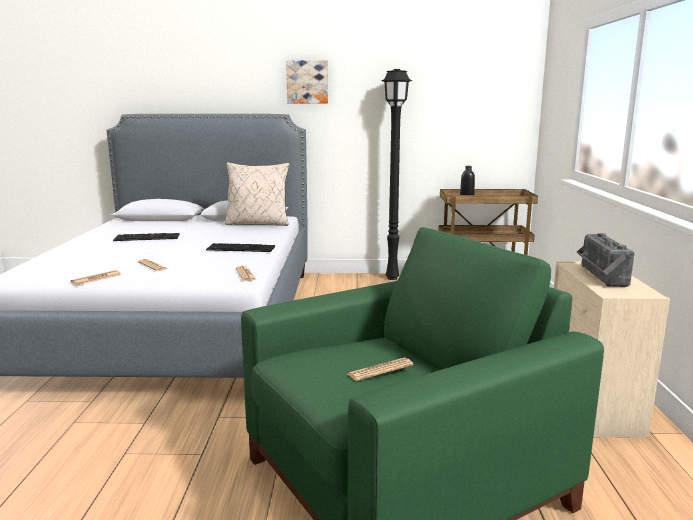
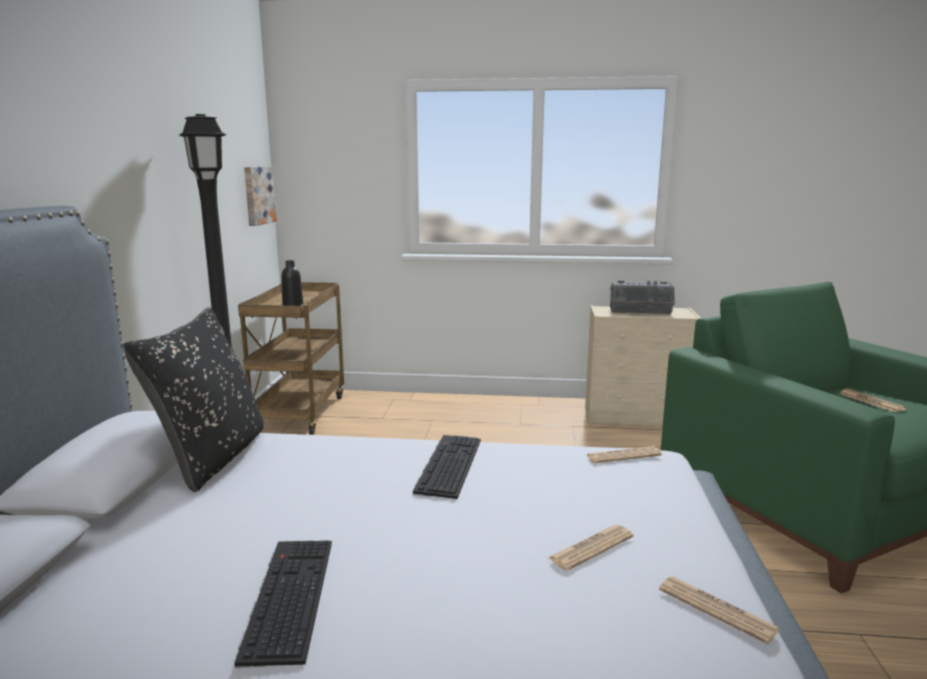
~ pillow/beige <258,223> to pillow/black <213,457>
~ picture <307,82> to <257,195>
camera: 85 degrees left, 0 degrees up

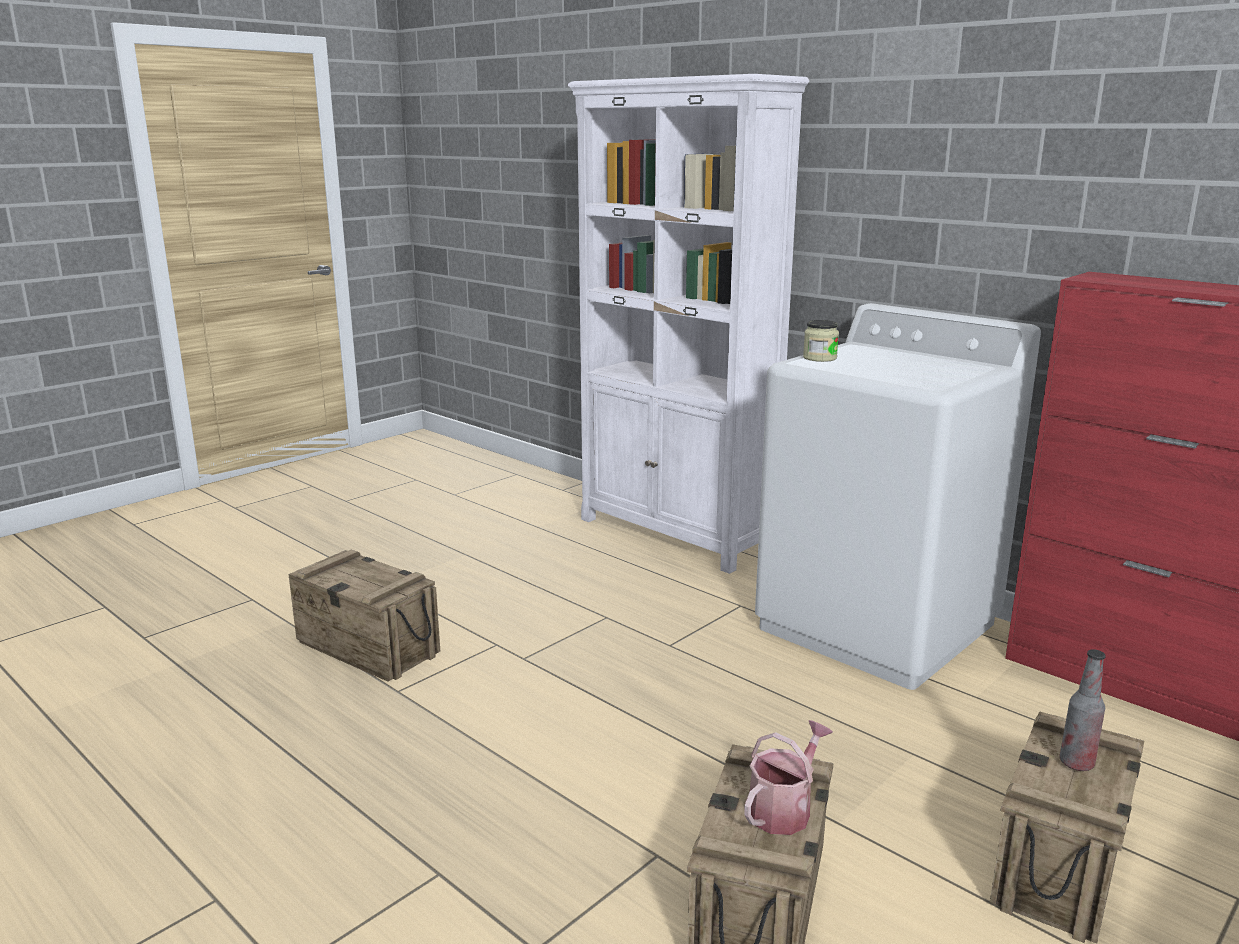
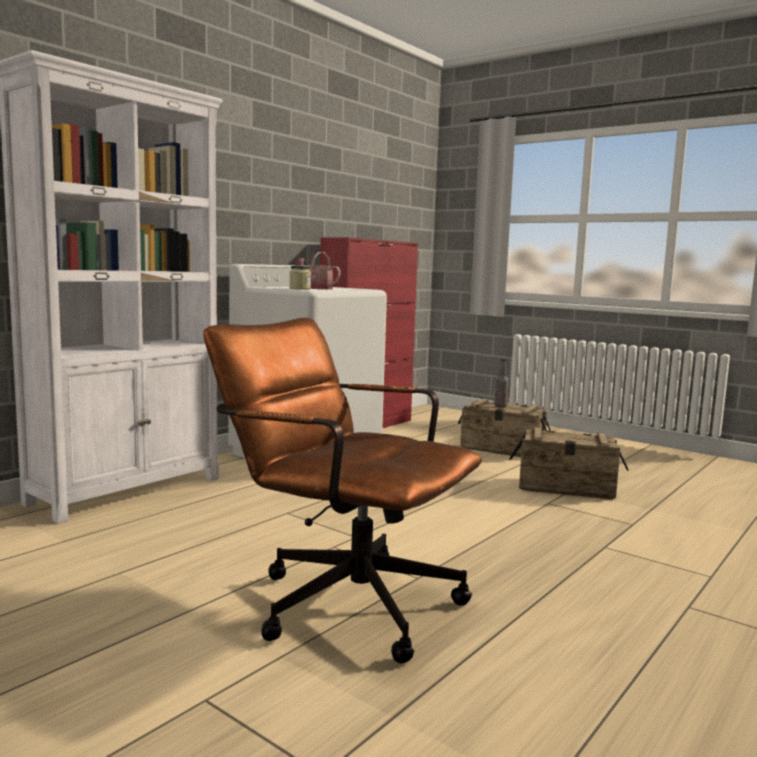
~ crate <368,647> to office chair/brown <342,599>
~ watering can <784,809> to <317,288>
camera: 95 degrees left, 10 degrees down

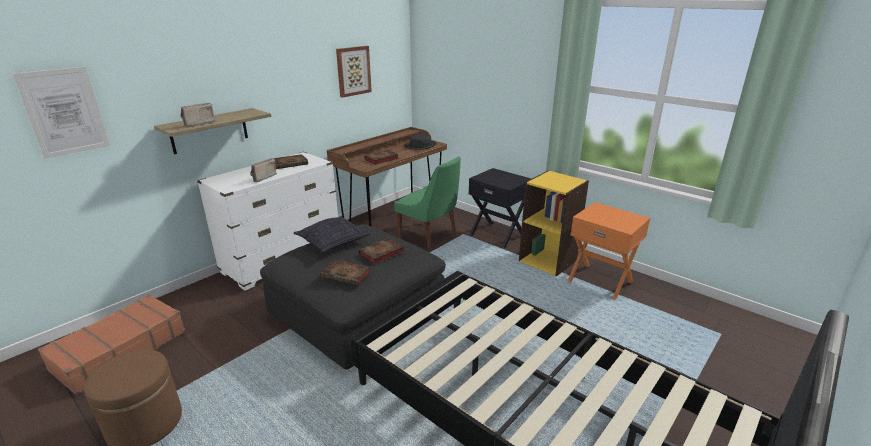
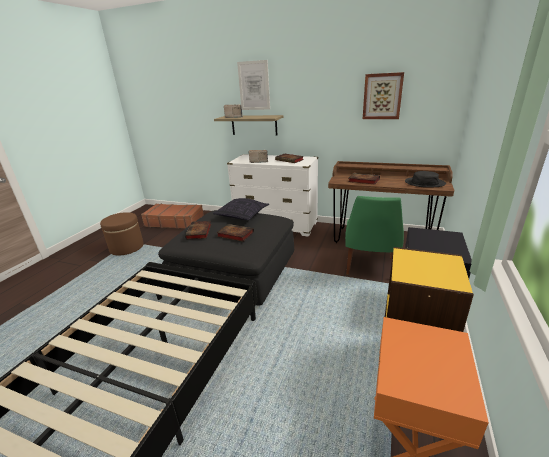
~ picture <64,112> to <254,86>
camera: 70 degrees right, 0 degrees up

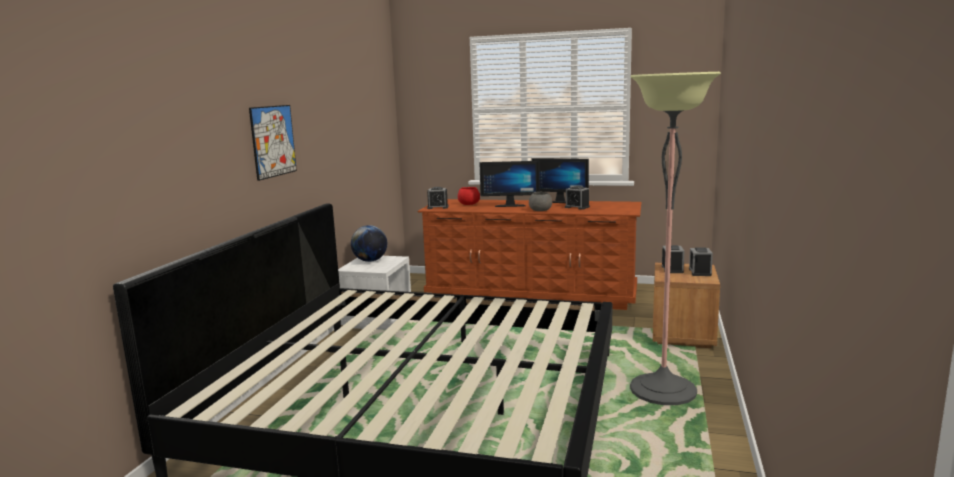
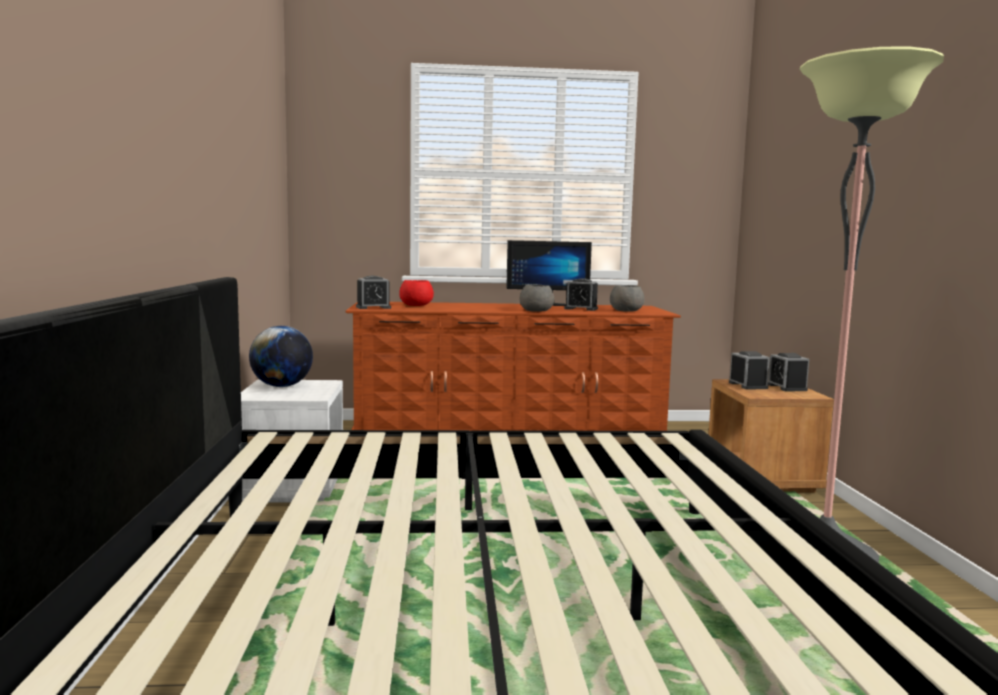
+ bowl/grey <625,311>
- picture <273,141>
- monitor <510,205>
camera: 20 degrees left, 5 degrees down

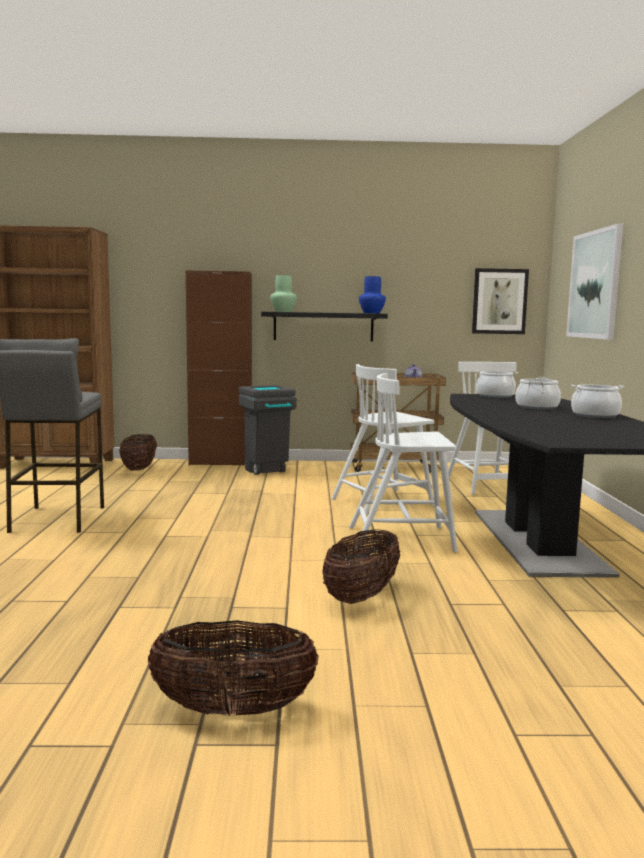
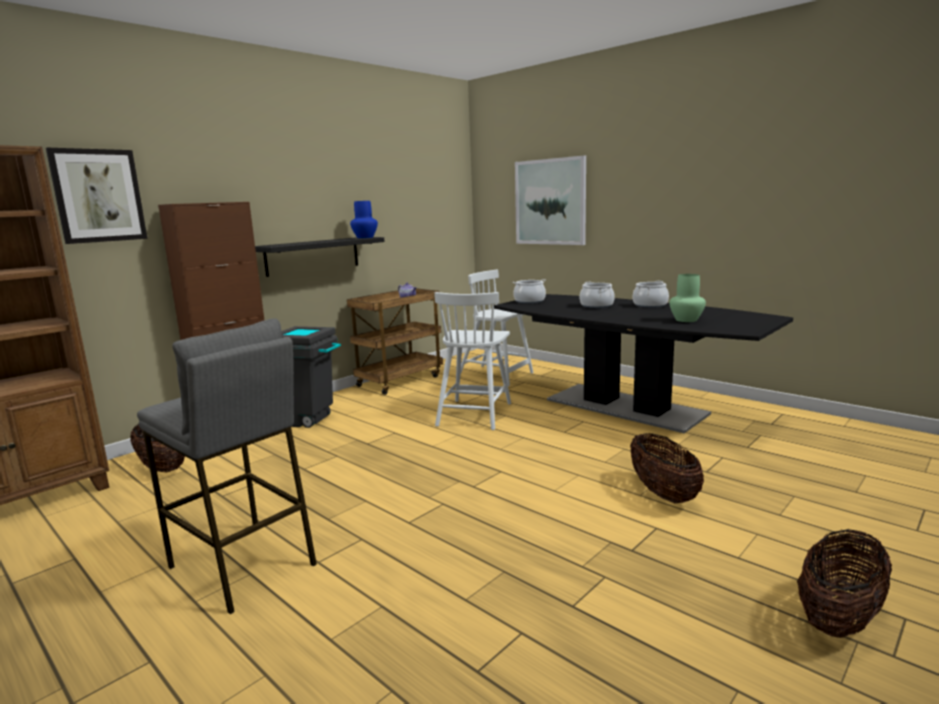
~ picture <499,301> to <98,196>
~ vase/green <283,311> to <685,320>
- chair/white <403,539>
camera: 45 degrees left, 5 degrees up

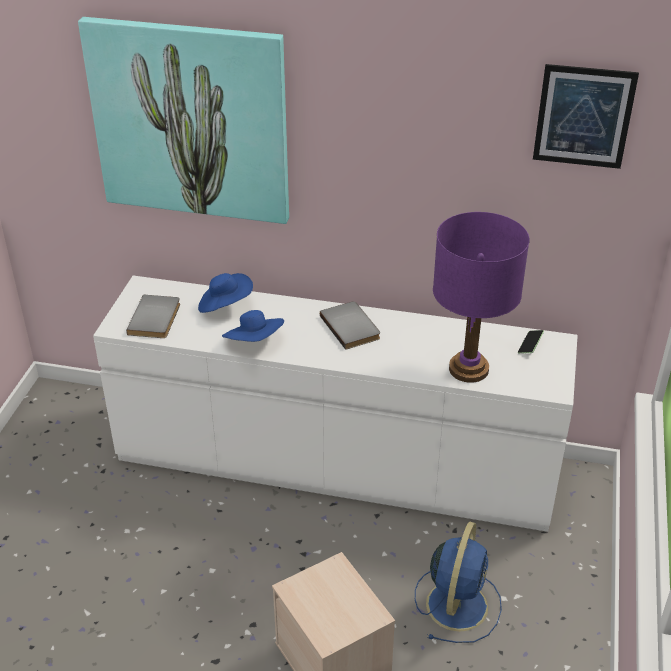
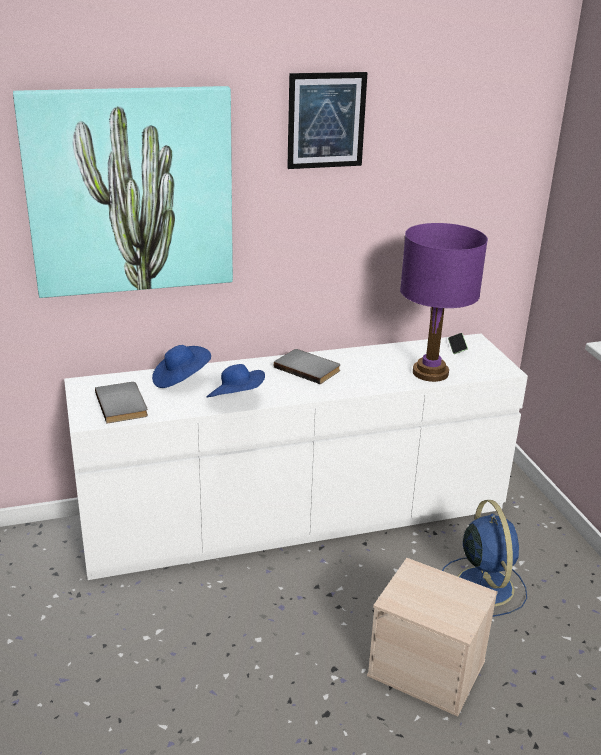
~ picture <583,116> to <326,120>
camera: 30 degrees left, 10 degrees down

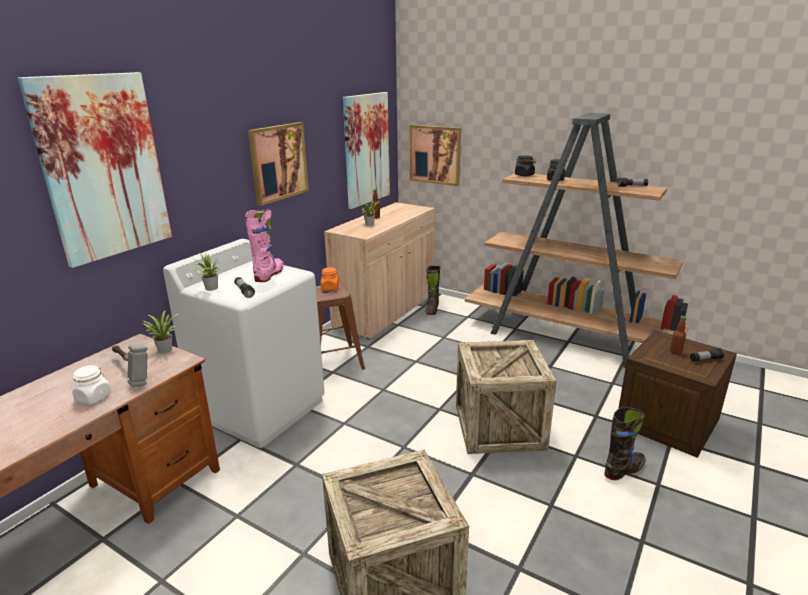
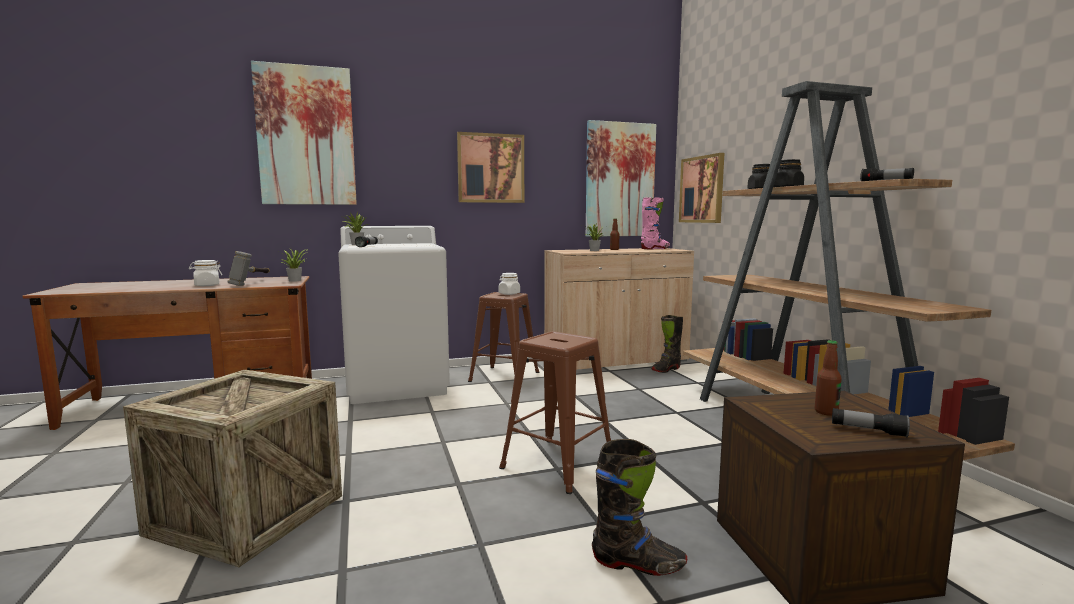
~ jar/orange <330,288> to jar/white <509,294>
~ crate <499,426> to stool/brown <559,464>
~ boot/pink <269,275> to <655,249>
camera: 40 degrees right, 15 degrees down

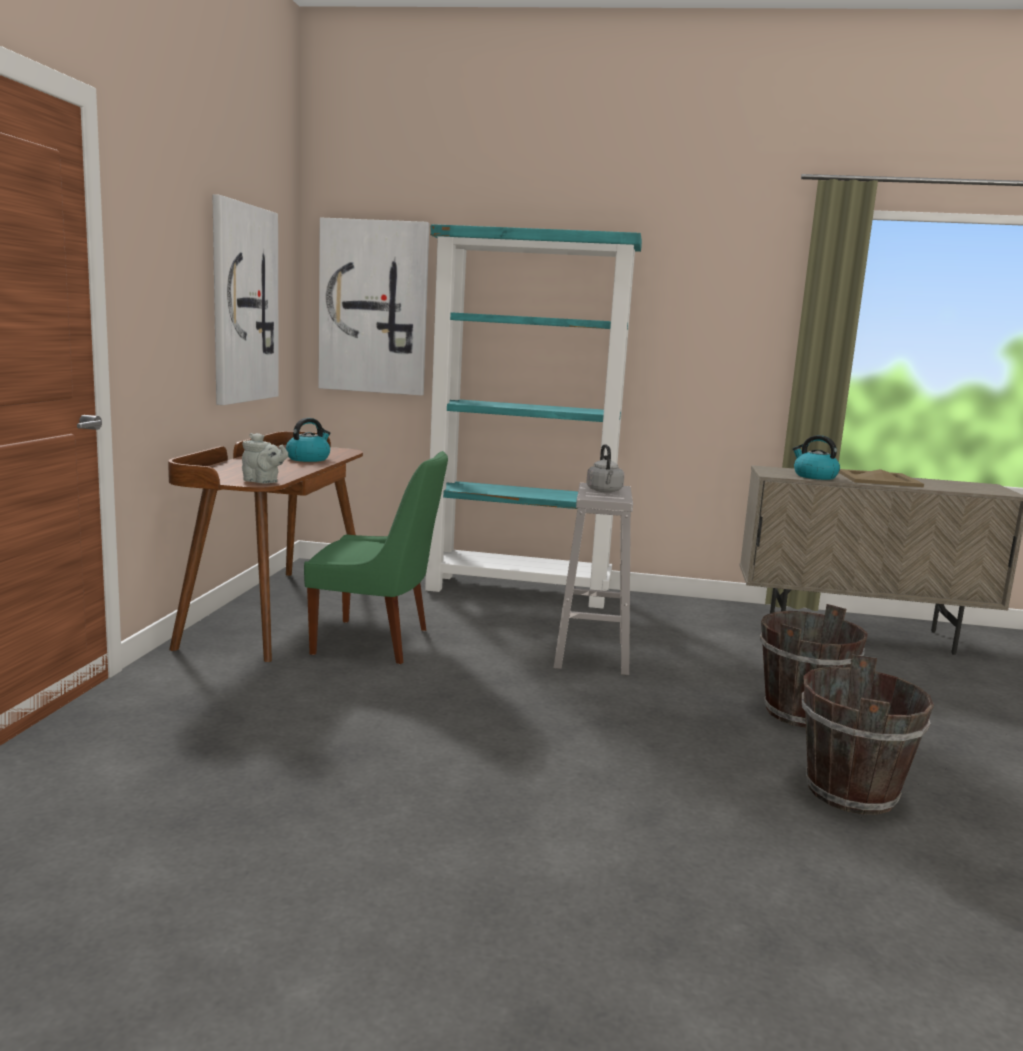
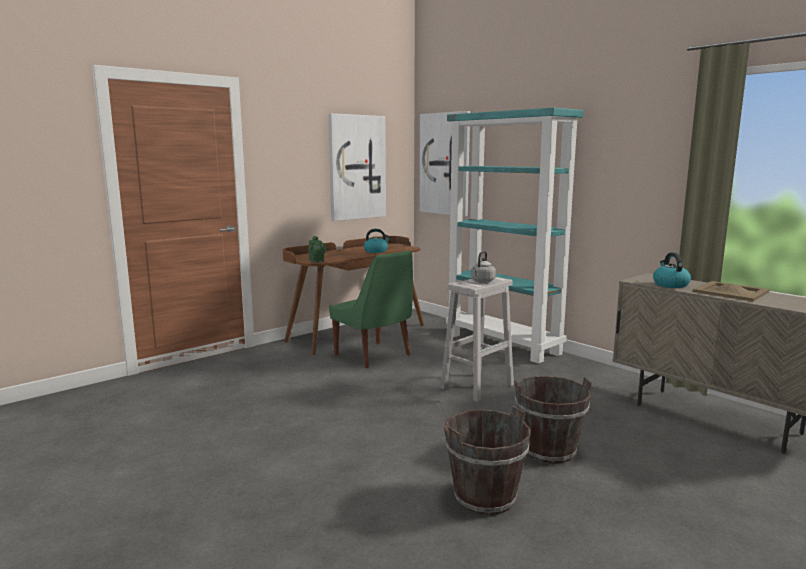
~ teapot/grey <263,482> to teapot/green <317,261>
camera: 40 degrees right, 0 degrees up

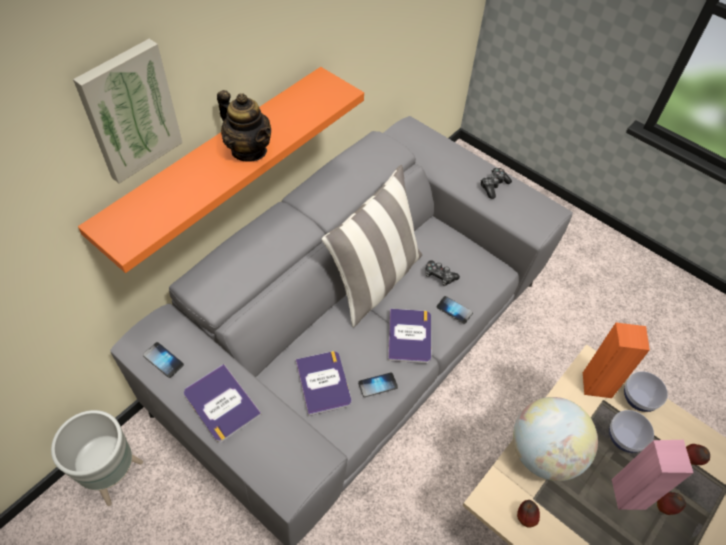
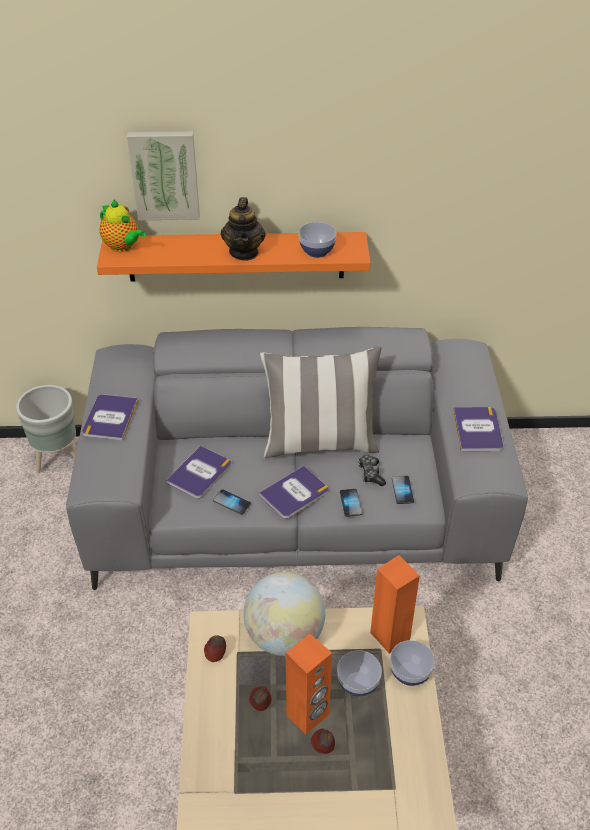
+ teapot <123,247>
~ apple <690,459> to <260,706>
~ speaker/pink <629,494> to speaker/orange <308,715>
+ bowl <317,251>
~ phone <163,360> to <402,490>
~ game controller <493,186> to book <477,430>
camera: 50 degrees right, 10 degrees down

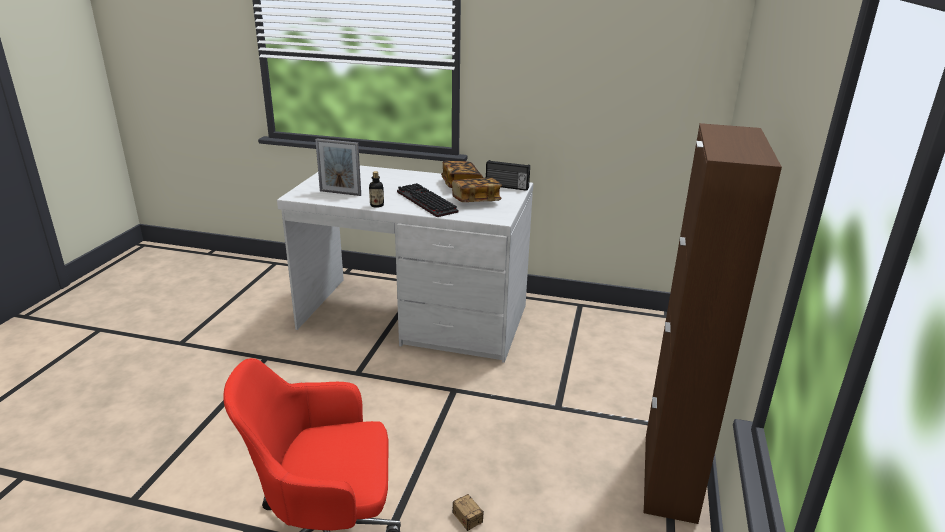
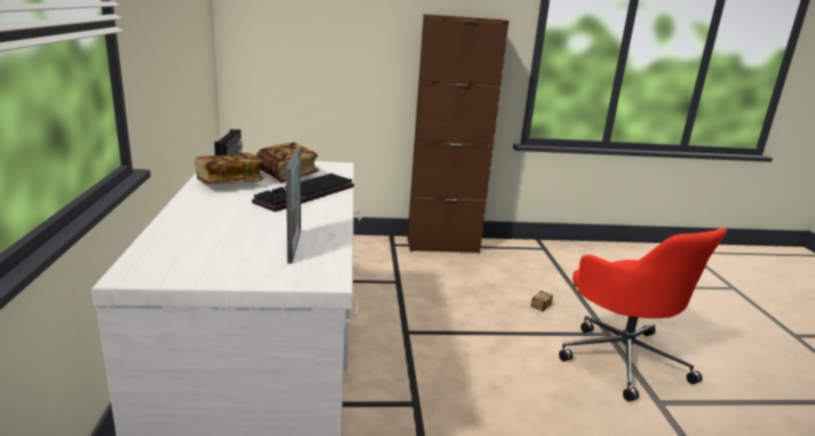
- bottle <377,205>
camera: 110 degrees left, 5 degrees down

